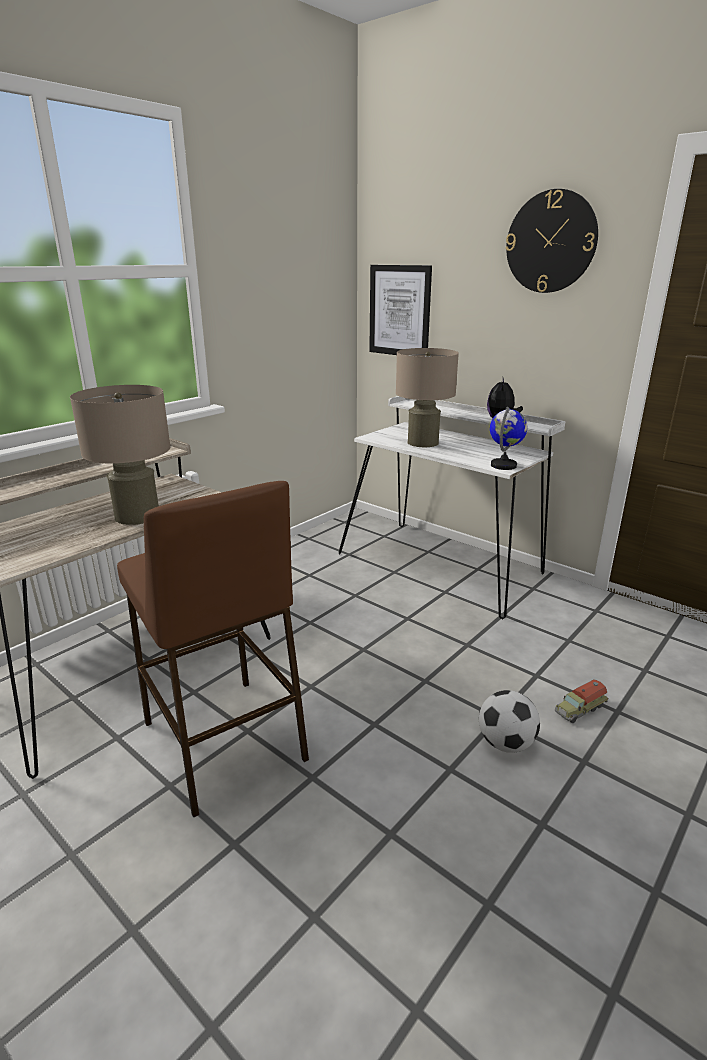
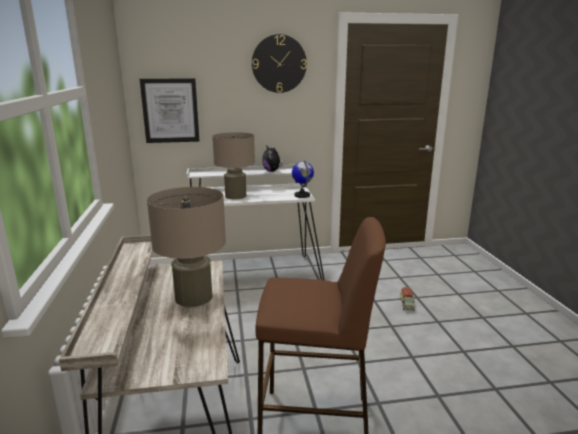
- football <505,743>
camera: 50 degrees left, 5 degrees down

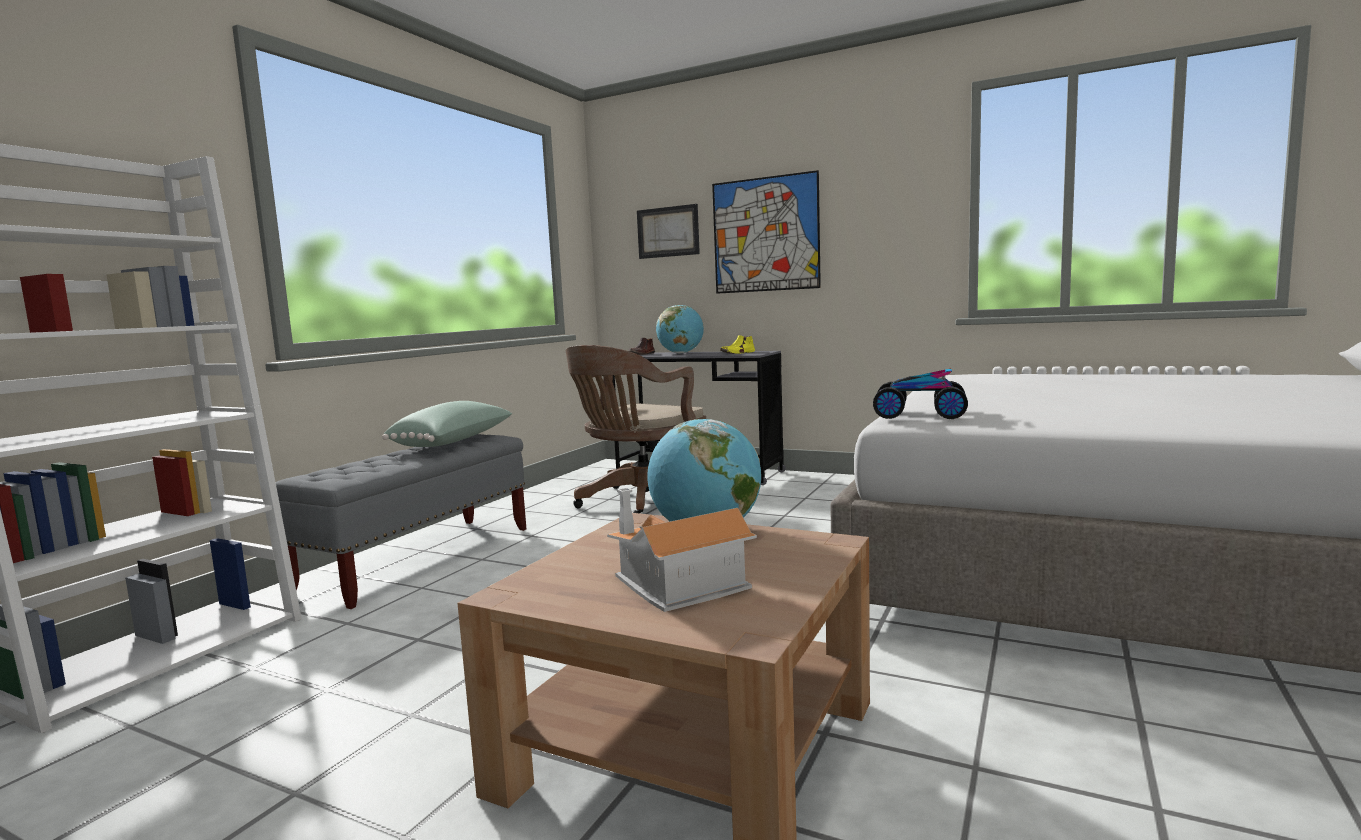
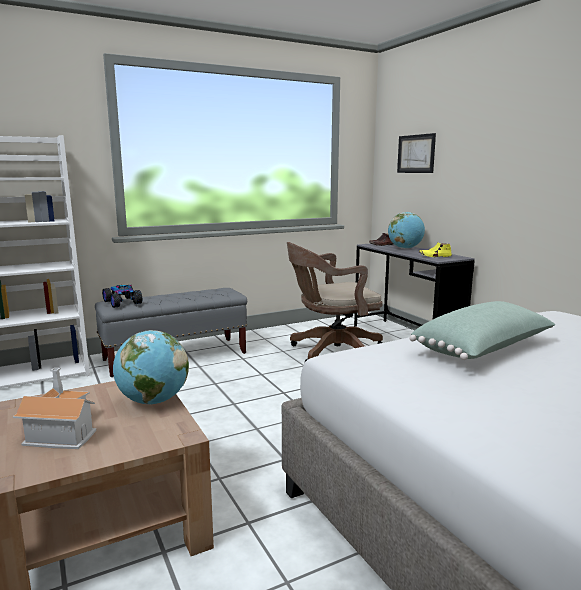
~ toy car <919,414> to <123,302>
~ pillow/green <455,442> to <484,350>
- picture <765,234>
camera: 35 degrees right, 5 degrees up

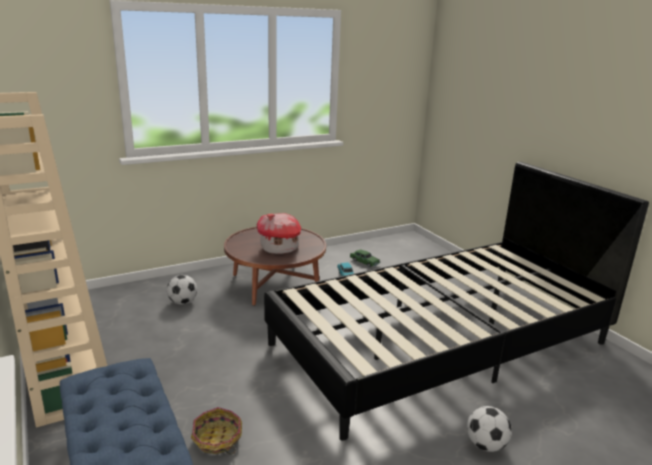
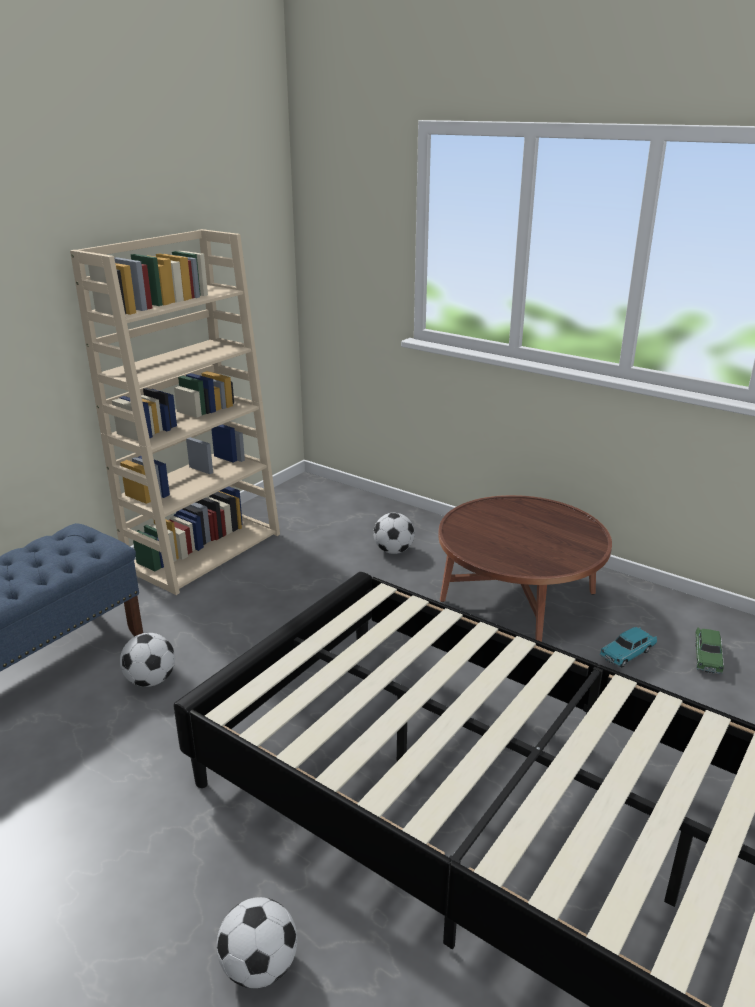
~ basket <217,440> to football <151,680>
- toy house <279,248>
camera: 65 degrees right, 5 degrees up

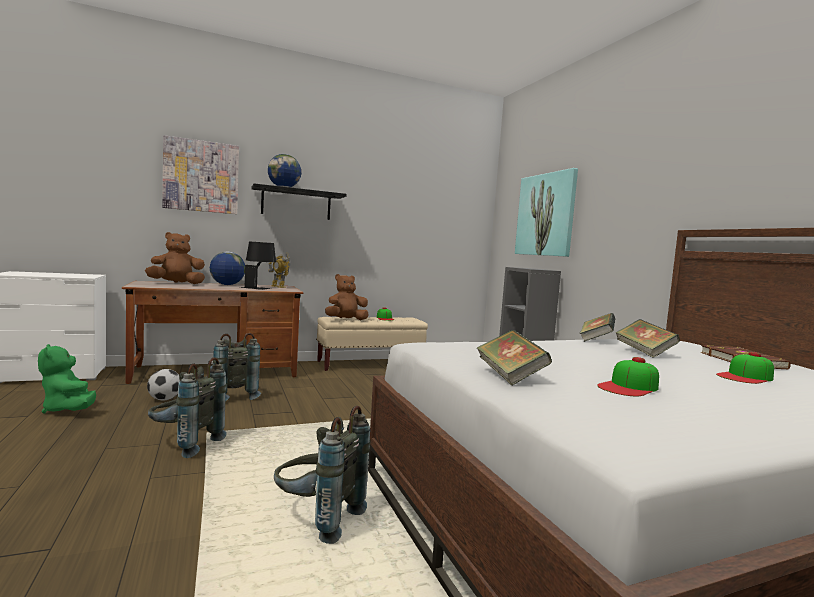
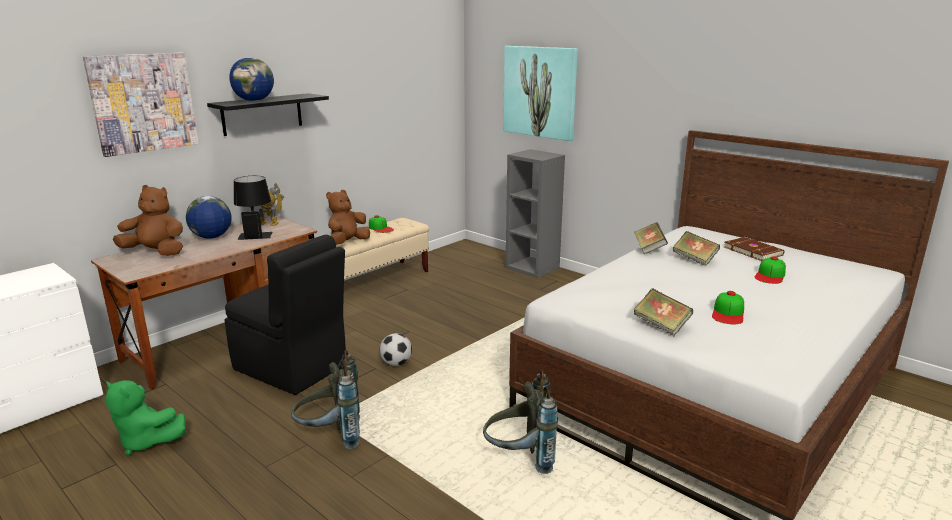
~ plush toy/brown <176,283> = <156,252> 60 degrees clockwise
~ backpack/grey <232,396> to chair/black <292,368>
~ football <164,399> to <396,363>
camera: 25 degrees left, 15 degrees up

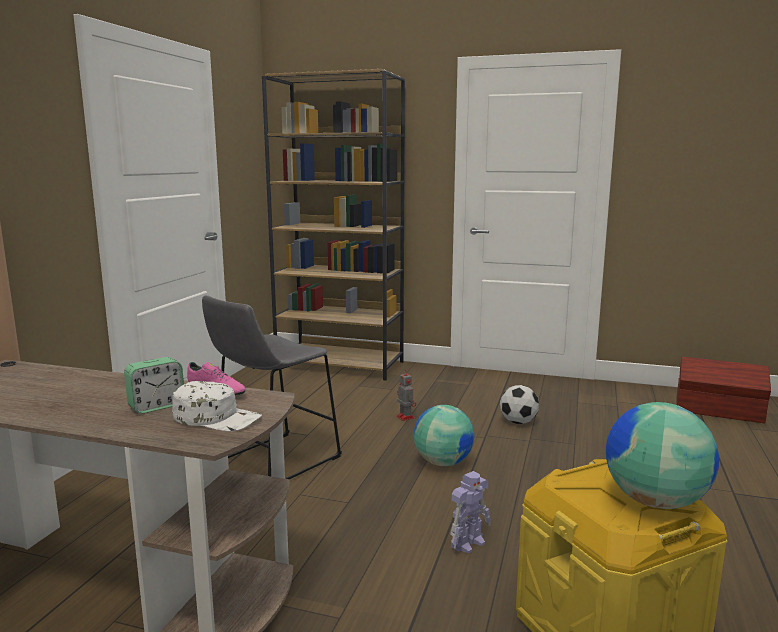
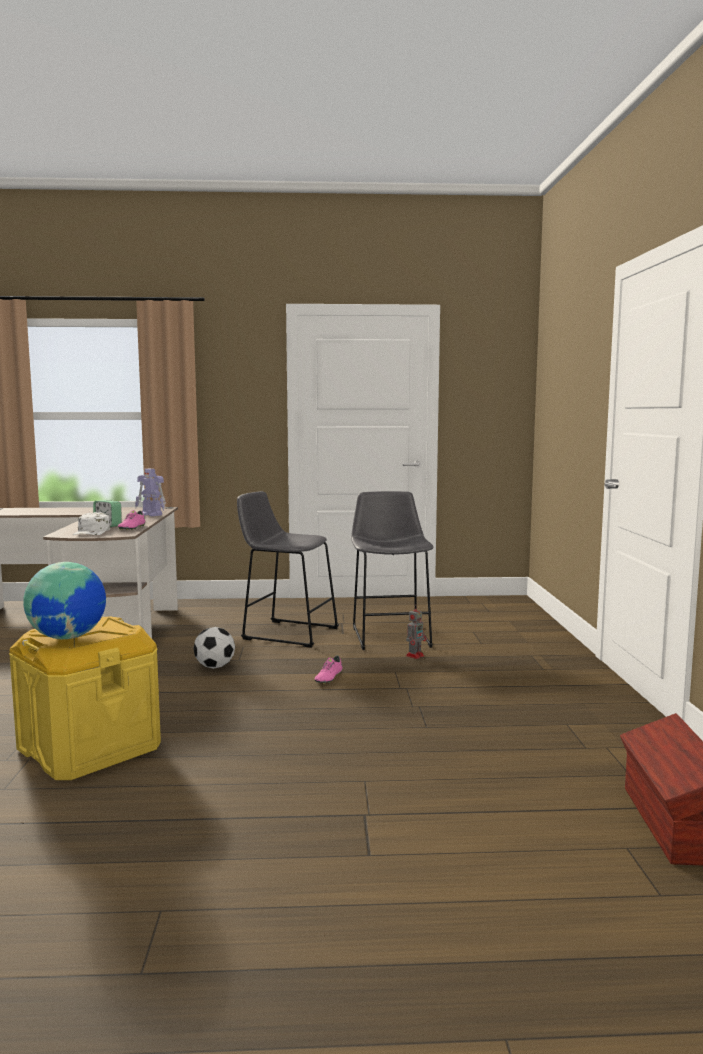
~ toy robot <468,542> to <151,515>
~ football <518,422> to <214,667>
~ globe <443,462> to shoe/pink <328,678>
+ stool/grey <390,635>
- bookcase/brown <341,365>
camera: 70 degrees right, 5 degrees down

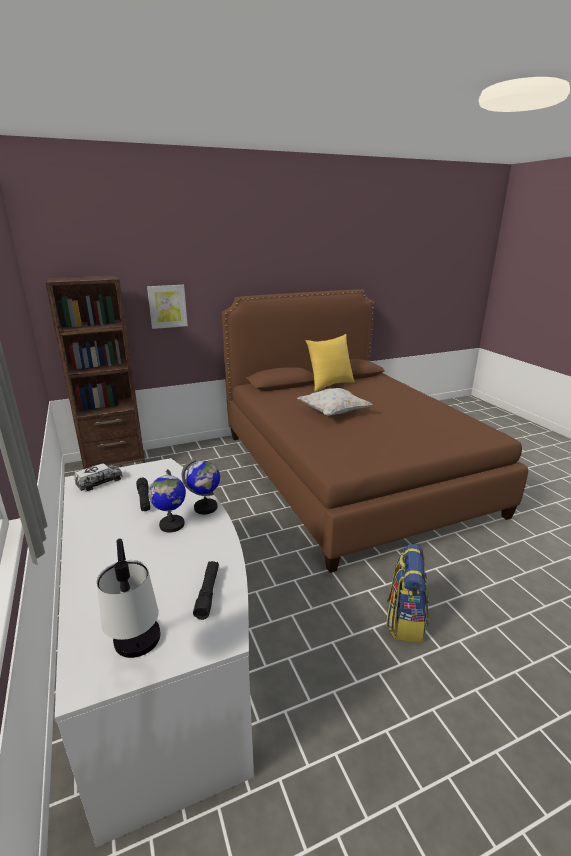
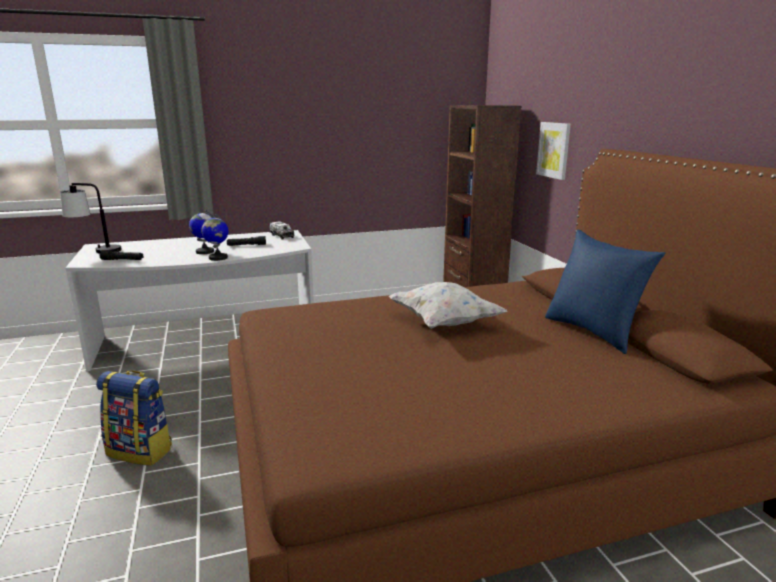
~ pillow/yellow <330,385> to pillow/blue <593,331>
camera: 95 degrees right, 5 degrees down

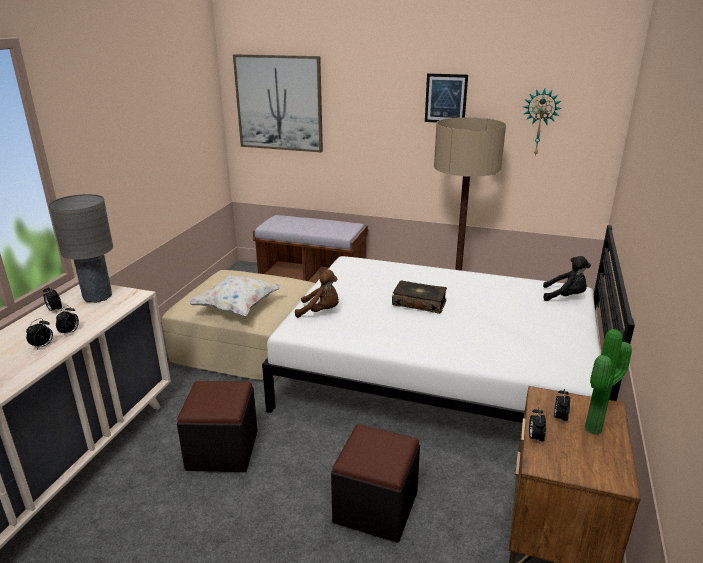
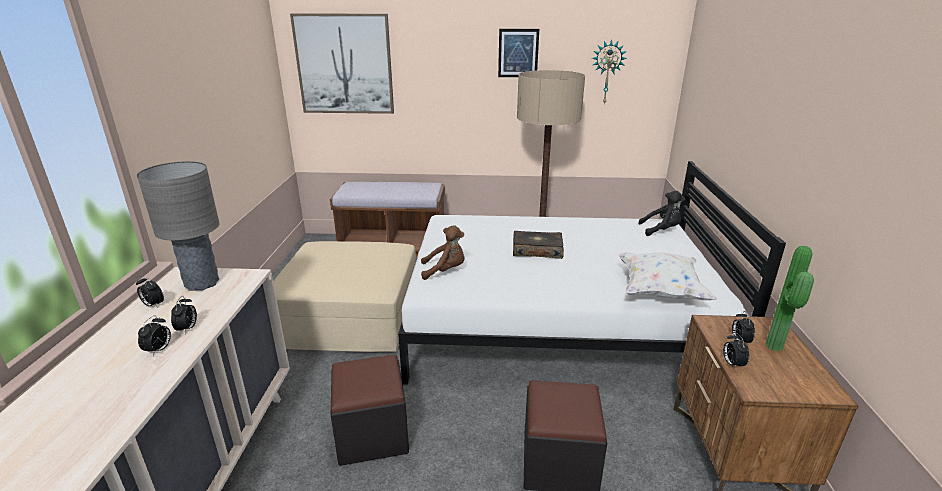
~ pillow/white <238,308> to <659,291>
camera: 15 degrees left, 0 degrees up

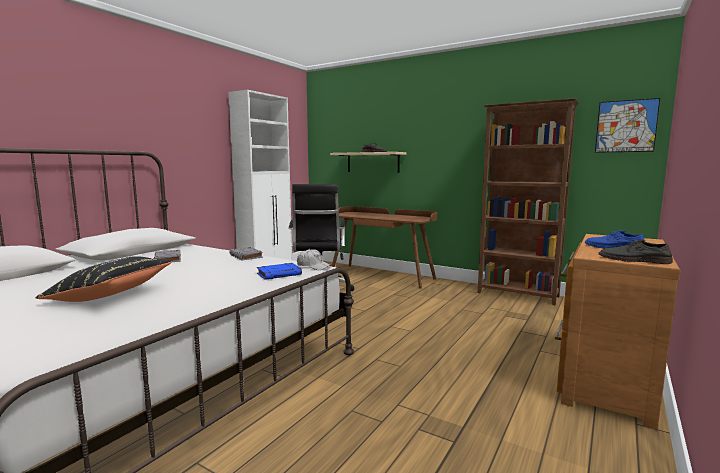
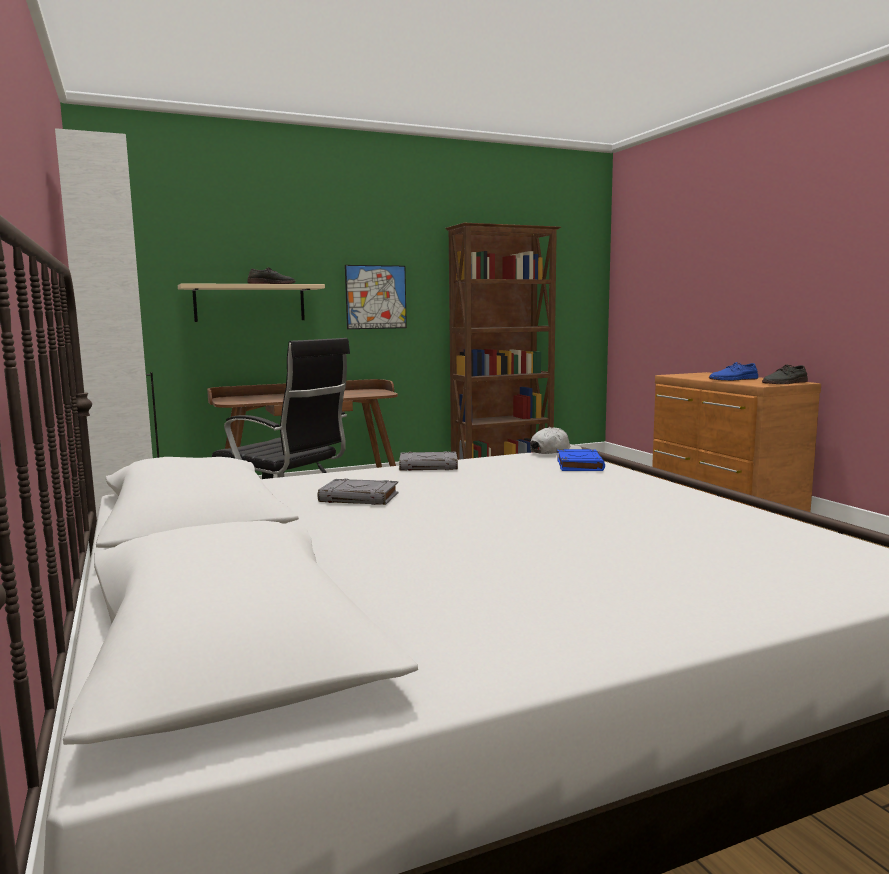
~ picture <626,126> to <376,297>
- pillow/black <110,296>
camera: 55 degrees left, 0 degrees up

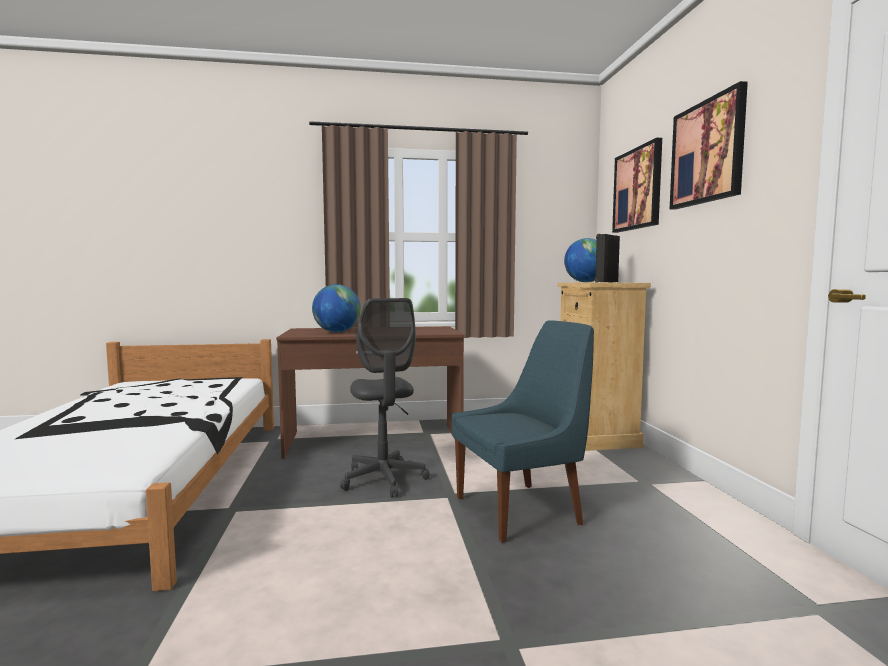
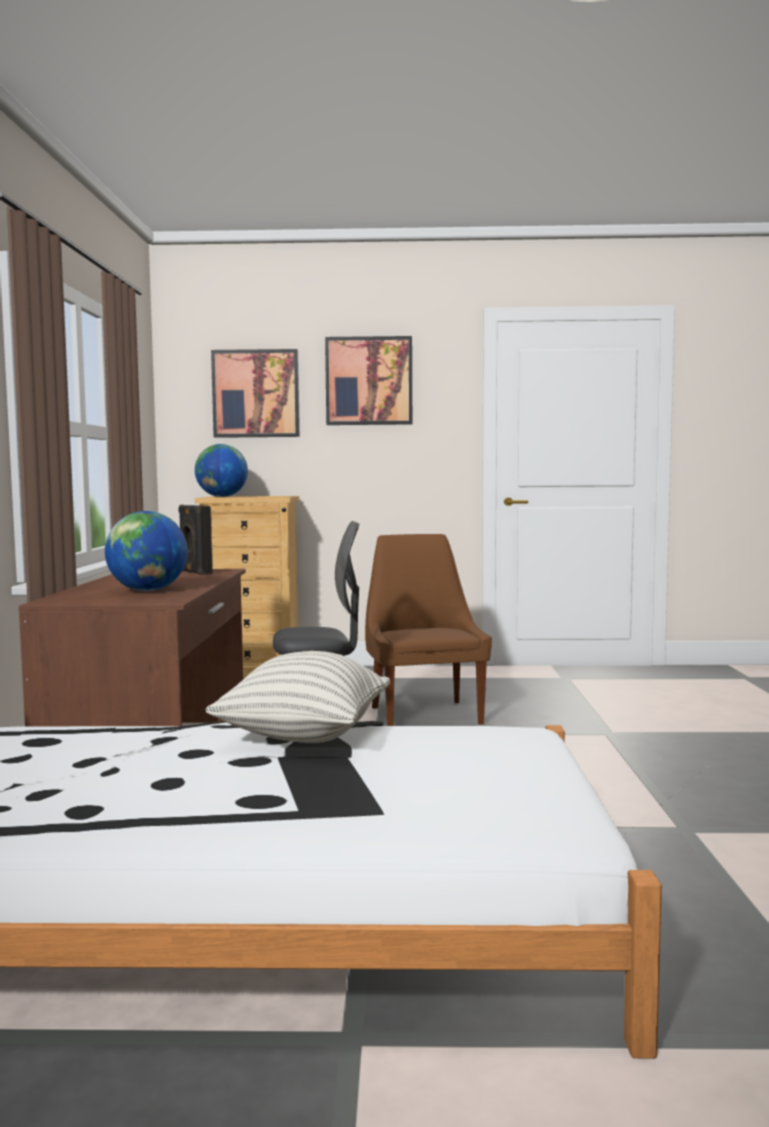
~ speaker/black <605,282> to <195,572>
+ pillow <304,736>
~ chair/blue <521,510> to chair/brown <424,714>
camera: 80 degrees left, 0 degrees up

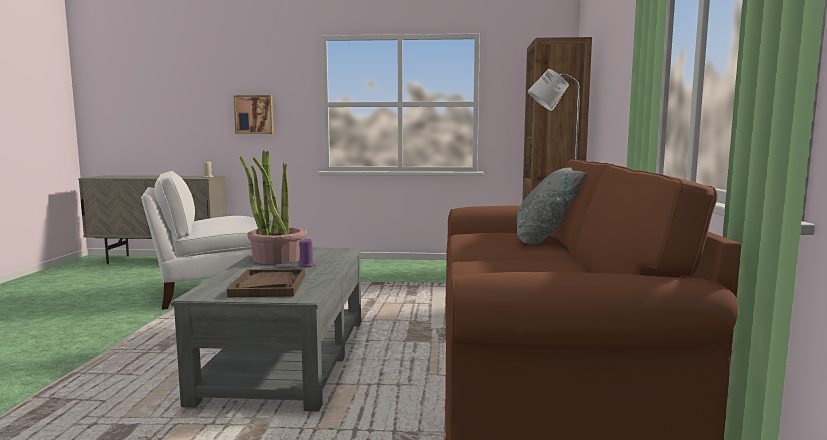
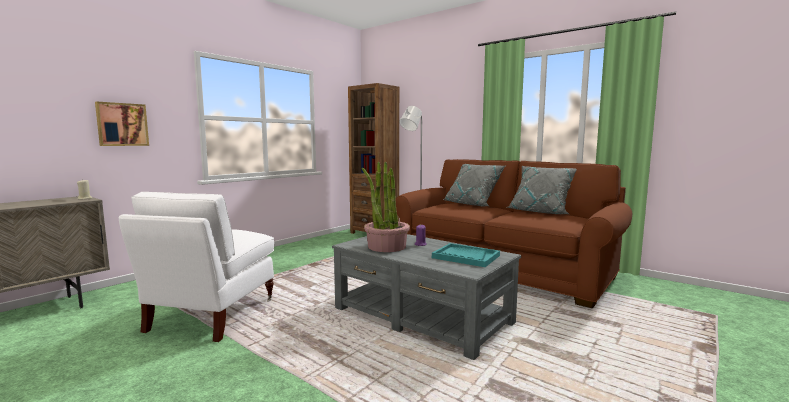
~ tray/brown <268,285> to tray/turquoise <465,257>
+ pillow/grey <541,211>
camera: 55 degrees left, 0 degrees up

